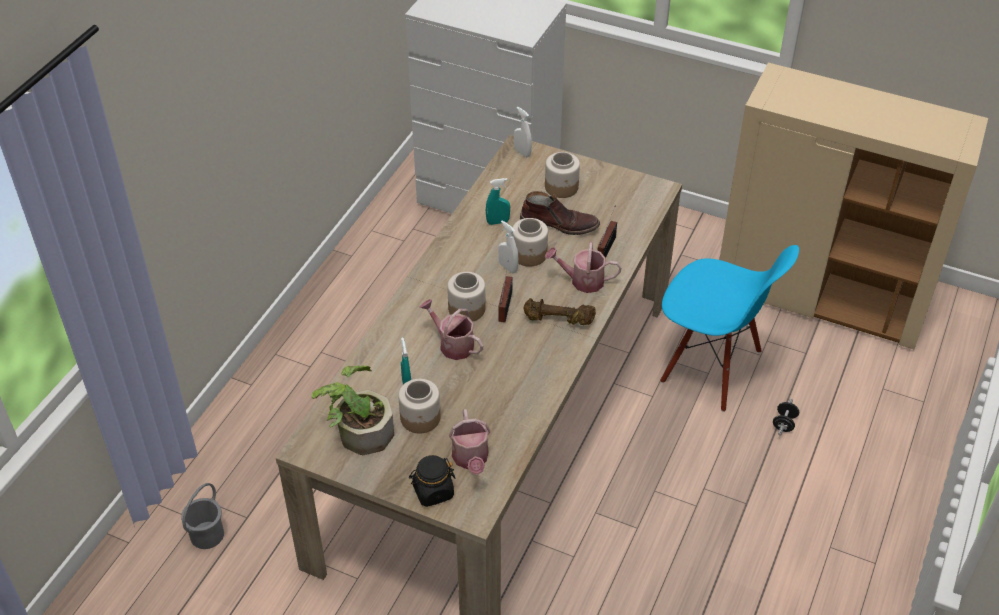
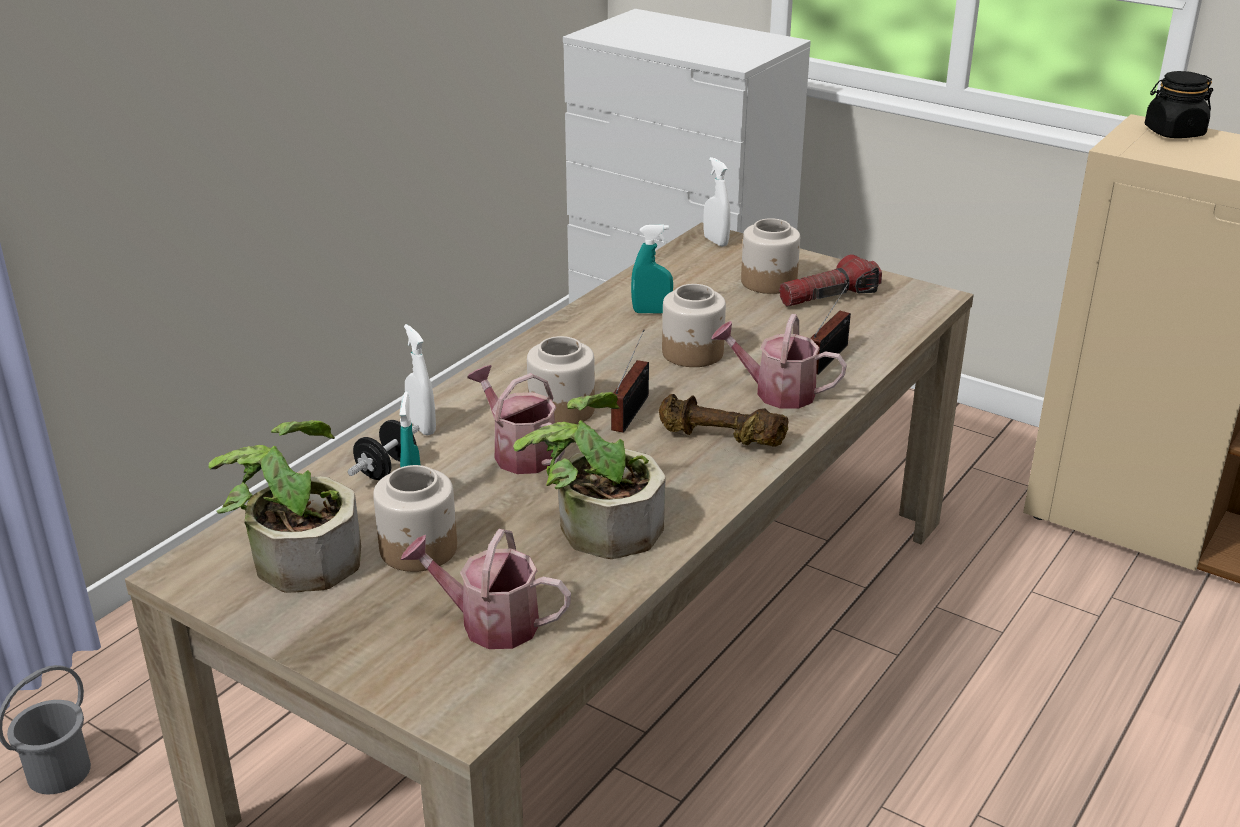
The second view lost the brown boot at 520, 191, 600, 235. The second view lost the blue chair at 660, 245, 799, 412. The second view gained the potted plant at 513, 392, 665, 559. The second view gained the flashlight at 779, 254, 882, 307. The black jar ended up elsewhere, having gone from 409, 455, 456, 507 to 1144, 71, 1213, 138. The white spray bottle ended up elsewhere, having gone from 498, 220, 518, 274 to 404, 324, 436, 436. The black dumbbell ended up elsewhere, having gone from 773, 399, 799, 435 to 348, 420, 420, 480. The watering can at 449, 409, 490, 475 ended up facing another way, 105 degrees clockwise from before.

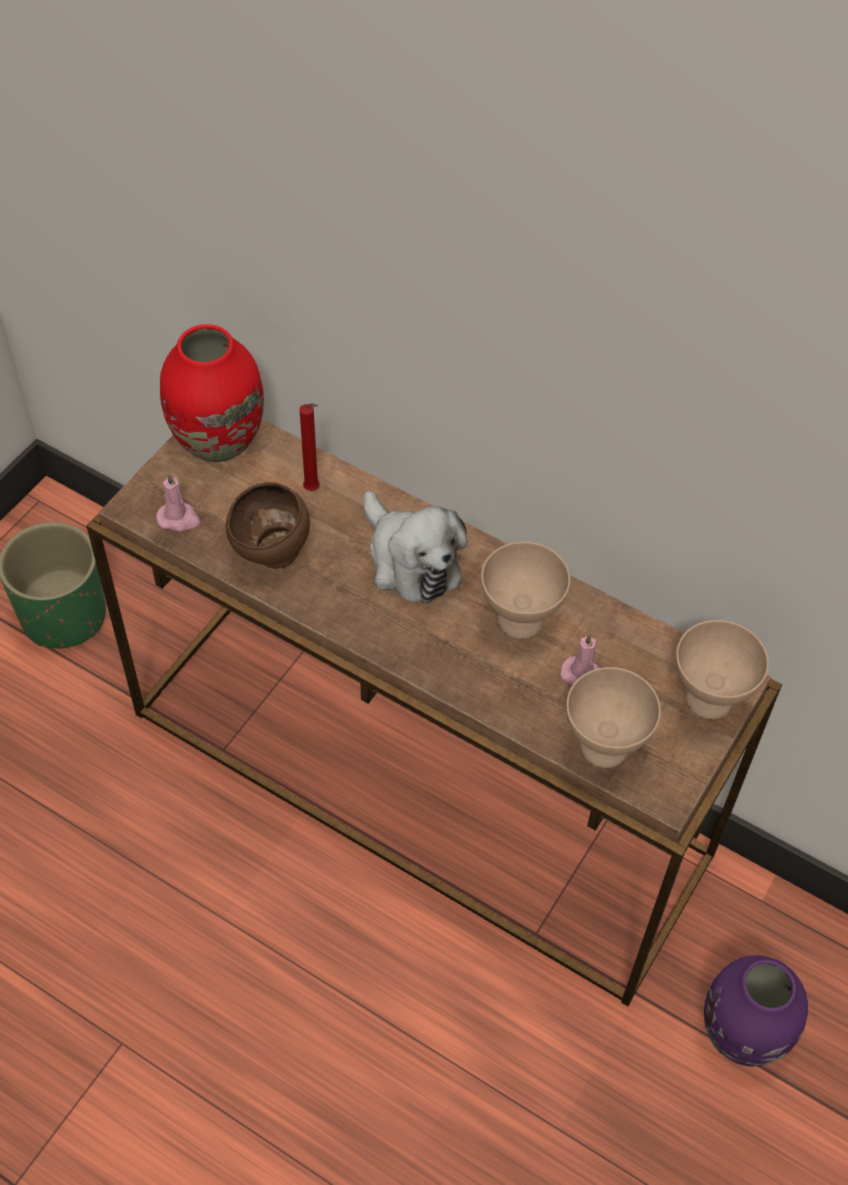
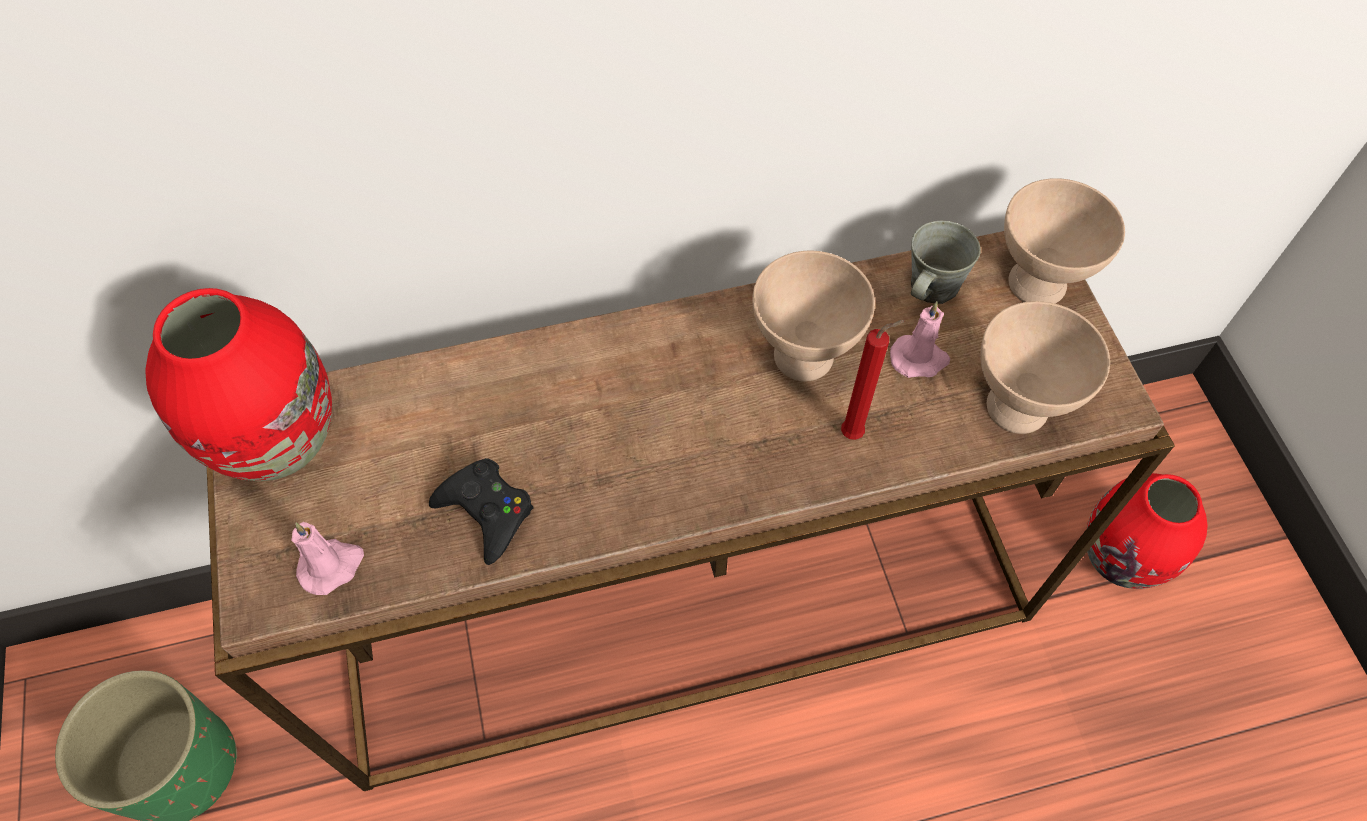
The second view lost the plush toy at 363, 491, 468, 604. The second view gained the grey mug at 911, 221, 981, 304. The red candle ended up elsewhere, having gone from 300, 403, 320, 491 to 841, 320, 905, 440. Where the brown bowl stood at 226, 482, 310, 569, the black game controller came to stand at 429, 458, 533, 565. What was the purple vase at 704, 955, 808, 1067 turned into the red vase at 1087, 473, 1208, 589.

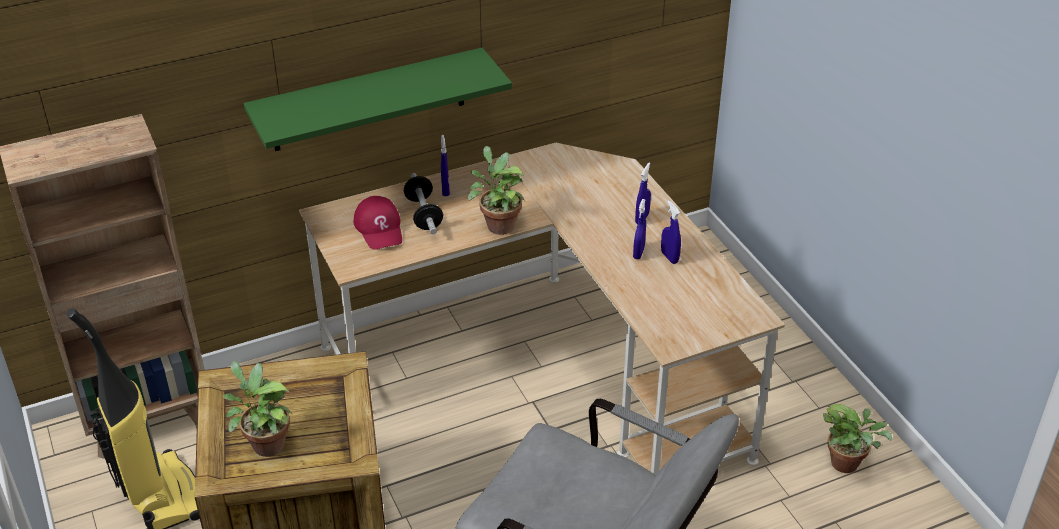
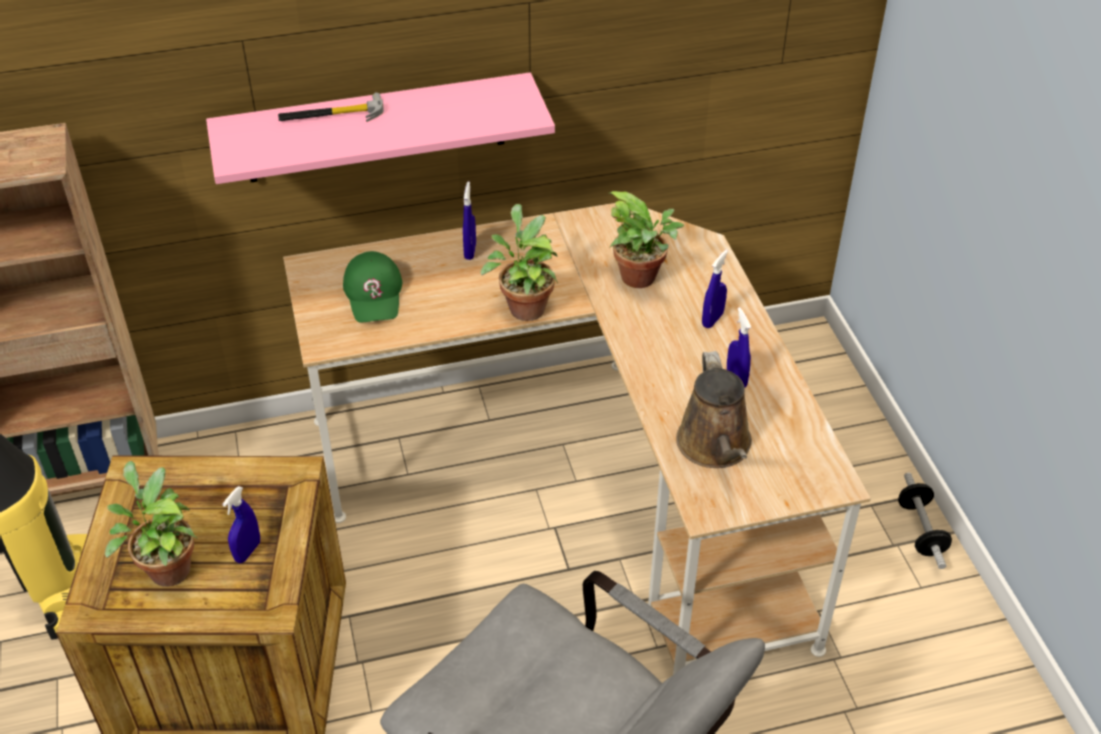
The second view gained the hammer at 278, 92, 384, 122. The second view gained the brown watering can at 676, 351, 752, 468. The dumbbell ended up elsewhere, having gone from 404, 173, 443, 234 to 898, 473, 952, 569. The blue spray bottle ended up elsewhere, having gone from 633, 199, 646, 259 to 222, 486, 260, 563. The potted plant ended up elsewhere, having gone from 823, 404, 892, 473 to 609, 191, 684, 288. What was the green shelf at 244, 48, 512, 151 turned into the pink shelf at 206, 72, 555, 184. What was the red cap at 354, 196, 402, 250 turned into the green cap at 343, 251, 402, 323.

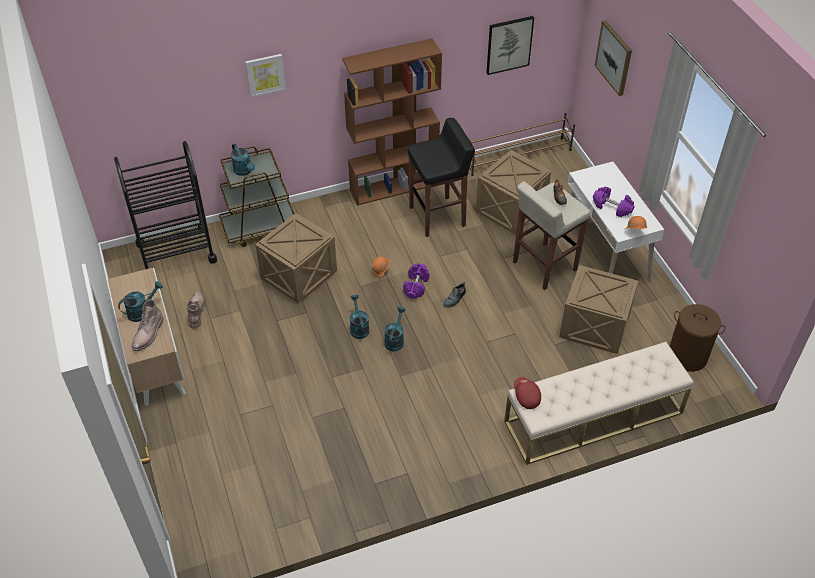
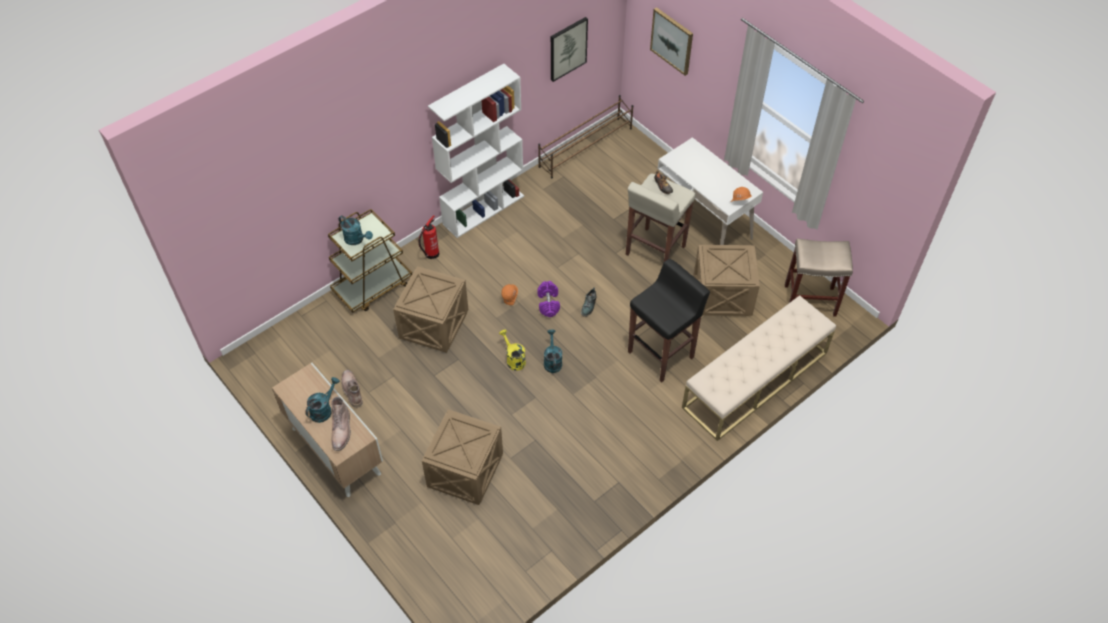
The second view lost the black cart at 114, 141, 217, 269. The second view lost the picture at 245, 54, 286, 98. The second view lost the red cap at 514, 377, 541, 409. The second view lost the purple dumbbell at 593, 187, 635, 217. The second view gained the fire extinguisher at 418, 215, 439, 259. The black stool ended up elsewhere, having gone from 408, 118, 475, 237 to 628, 259, 710, 382. The crate ended up elsewhere, having gone from 476, 150, 551, 234 to 422, 409, 503, 505. Where the brown laundry basket stood at 670, 304, 726, 372, the beige stool came to stand at 785, 238, 853, 317. What was the brown bookcase at 342, 38, 442, 206 turned into the white bookcase at 428, 64, 524, 238. What was the turquoise watering can at 350, 295, 369, 339 turned into the yellow watering can at 499, 329, 526, 371.

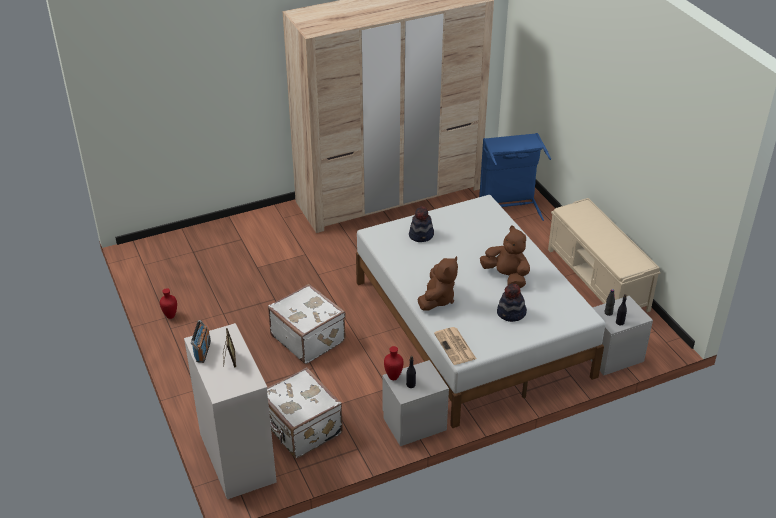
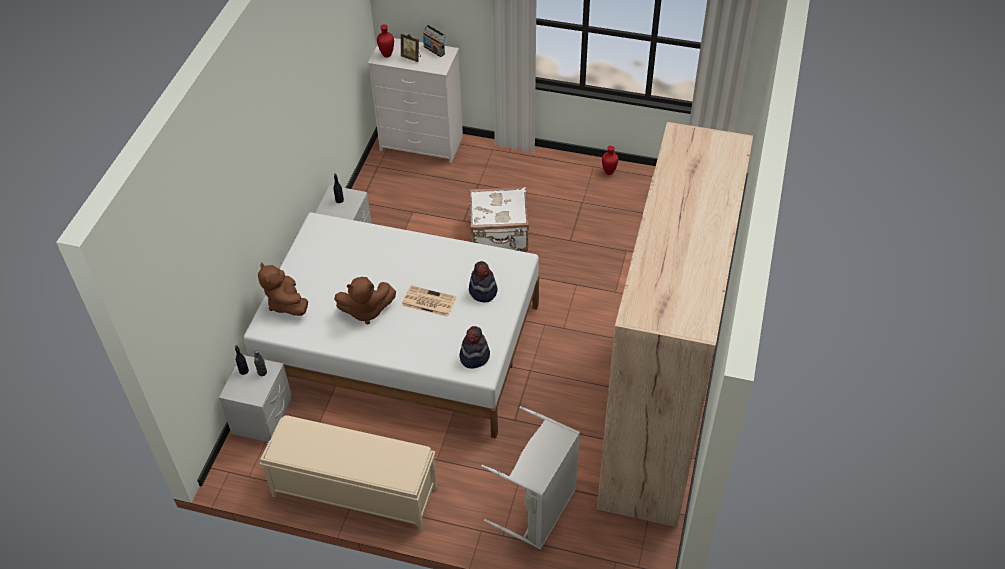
The second view lost the white suitcase at 267, 367, 343, 458. The red vase ended up elsewhere, having gone from 384, 346, 403, 380 to 377, 25, 394, 58. The brown plush toy ended up elsewhere, having gone from 418, 256, 458, 311 to 258, 262, 308, 316. The newspaper ended up elsewhere, having gone from 434, 327, 476, 365 to 402, 286, 457, 317. The hat ended up elsewhere, having gone from 497, 284, 527, 322 to 460, 326, 490, 369. What was the blue laundry basket at 479, 133, 551, 221 turned into the grey laundry basket at 481, 406, 580, 550.

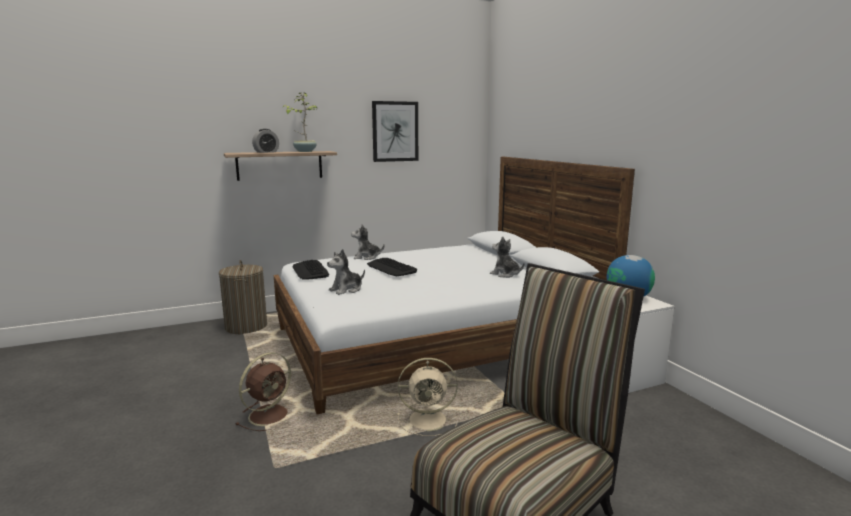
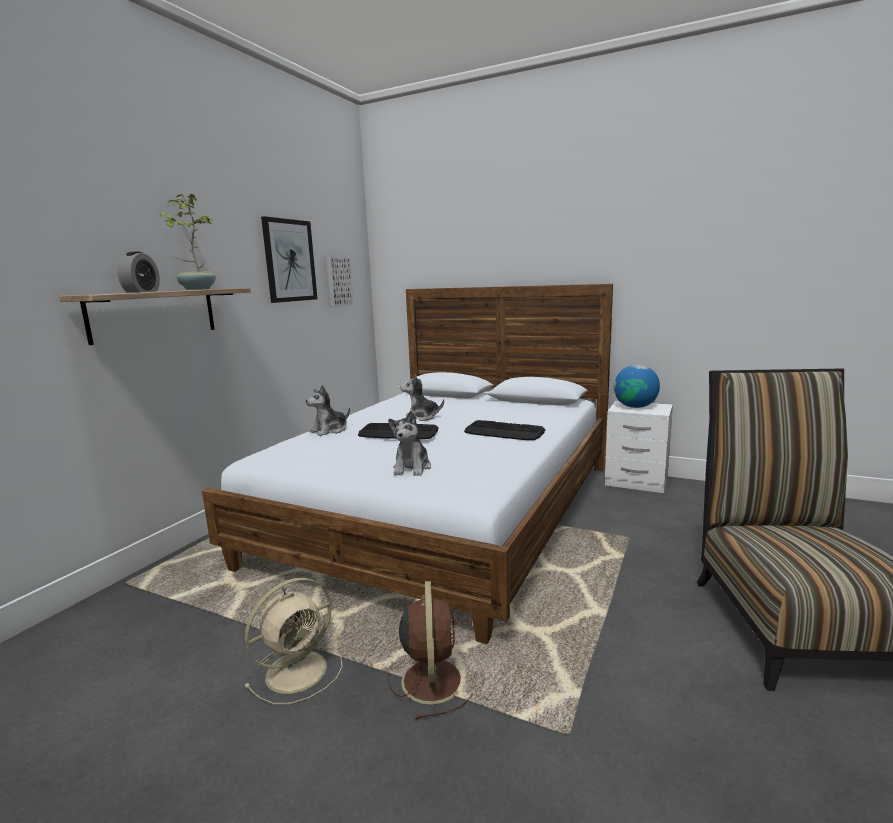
The second view lost the laundry basket at 219, 260, 267, 334. The second view gained the picture at 327, 257, 353, 307. The keyboard ended up elsewhere, having gone from 292, 260, 329, 280 to 464, 420, 545, 440. The beige fan ended up elsewhere, having gone from 397, 358, 458, 436 to 244, 578, 342, 705. The plush toy ended up elsewhere, having gone from 490, 236, 524, 278 to 400, 374, 444, 421.

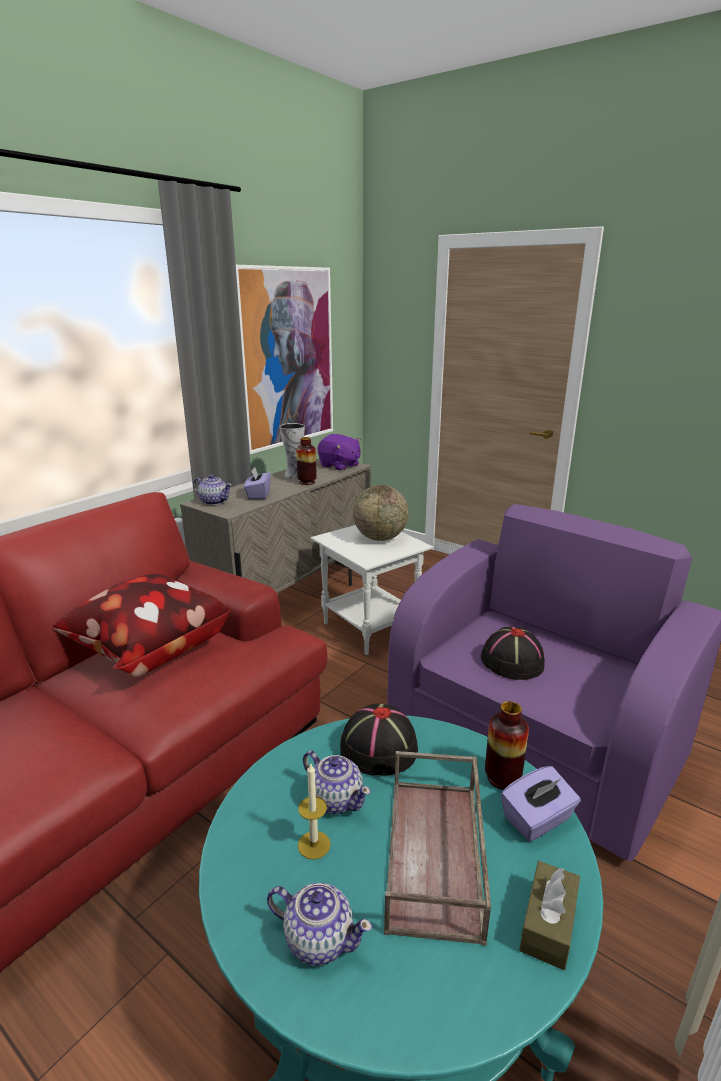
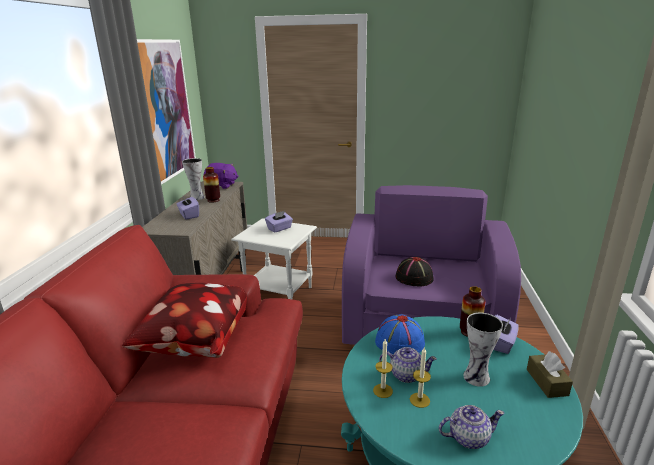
The second view lost the teapot at 193, 475, 232, 505. The second view gained the candle at 373, 339, 393, 398. Where the globe stood at 353, 485, 409, 541, the purple tissue box came to stand at 265, 211, 293, 232. Where the brown tray stood at 384, 751, 491, 946, the vase came to stand at 463, 313, 503, 387. What was the black hat at 340, 704, 418, 776 turned into the blue hat at 375, 314, 425, 355.

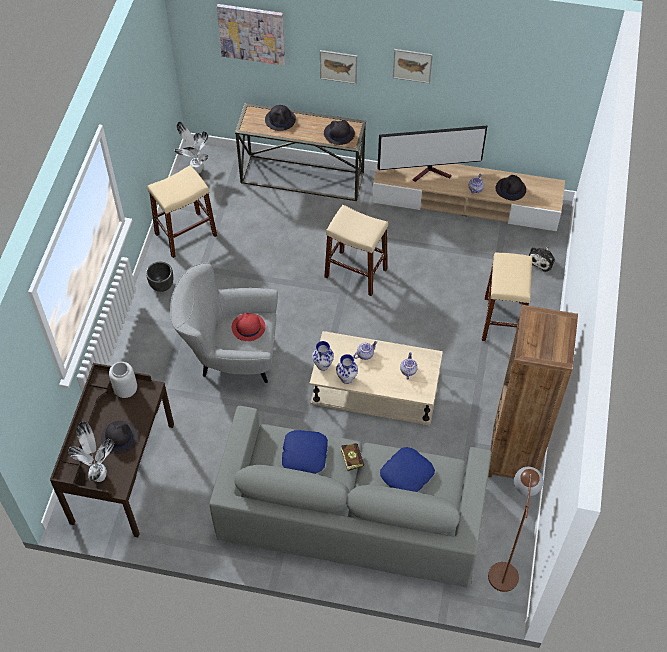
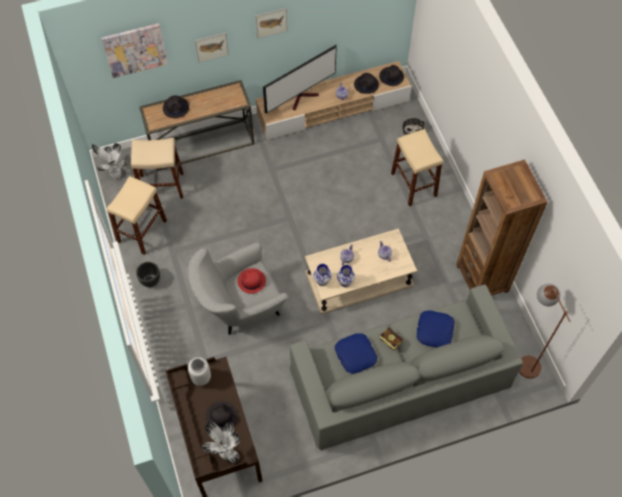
The black hat ended up elsewhere, having gone from 324, 120, 355, 145 to 379, 65, 404, 86. The beige stool ended up elsewhere, having gone from 324, 205, 388, 296 to 131, 138, 183, 199.

